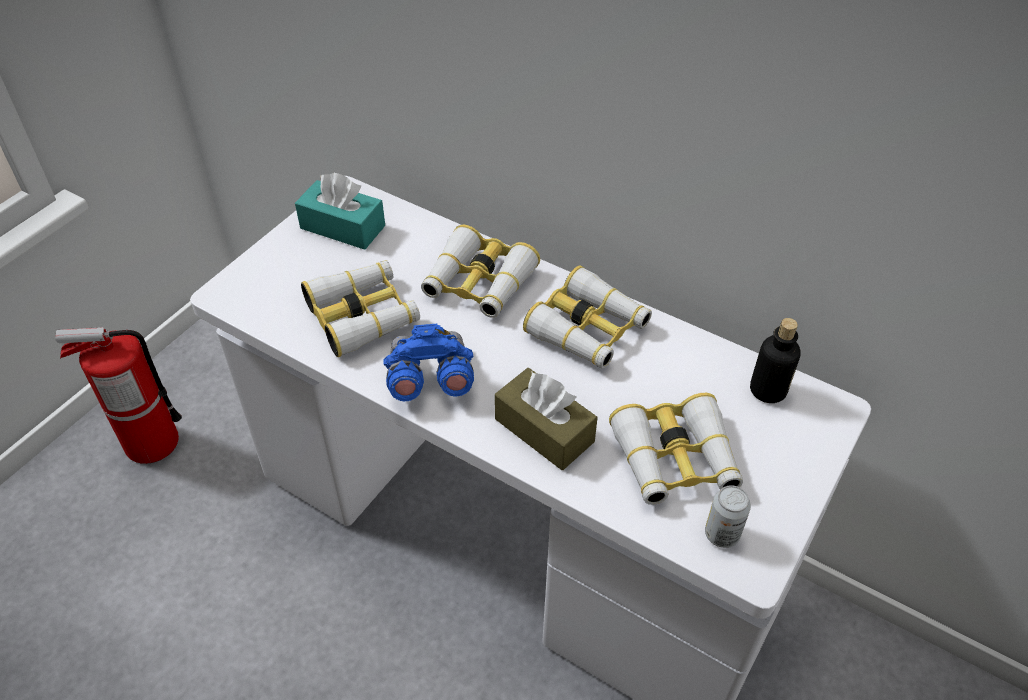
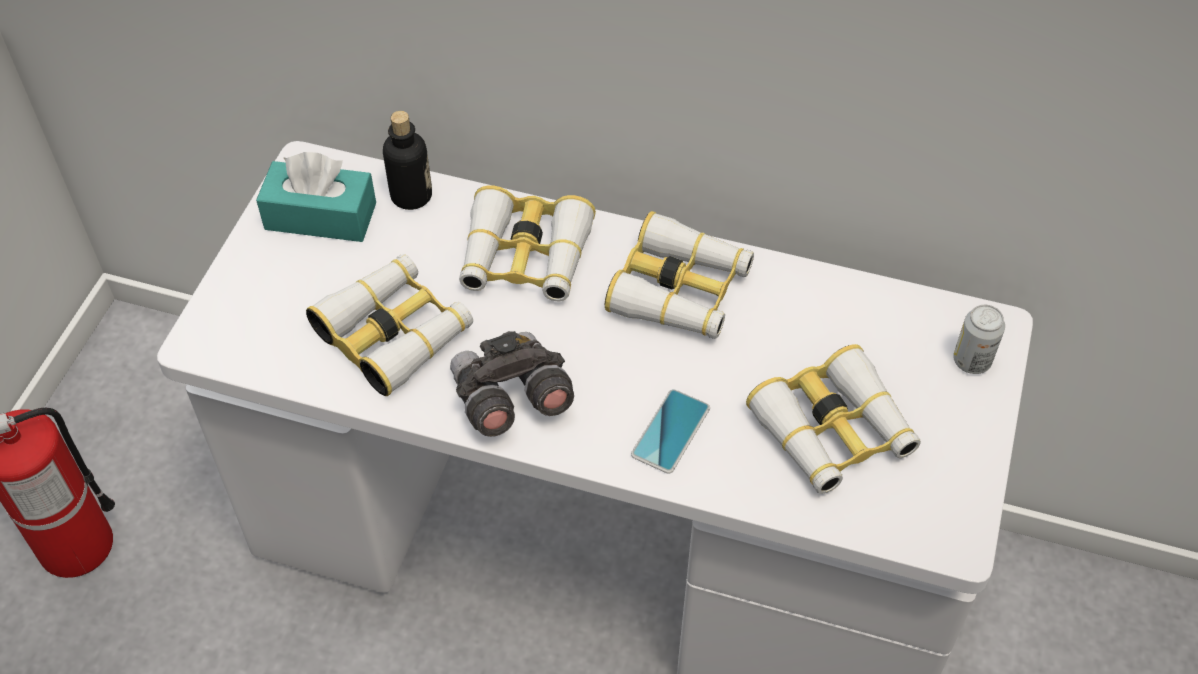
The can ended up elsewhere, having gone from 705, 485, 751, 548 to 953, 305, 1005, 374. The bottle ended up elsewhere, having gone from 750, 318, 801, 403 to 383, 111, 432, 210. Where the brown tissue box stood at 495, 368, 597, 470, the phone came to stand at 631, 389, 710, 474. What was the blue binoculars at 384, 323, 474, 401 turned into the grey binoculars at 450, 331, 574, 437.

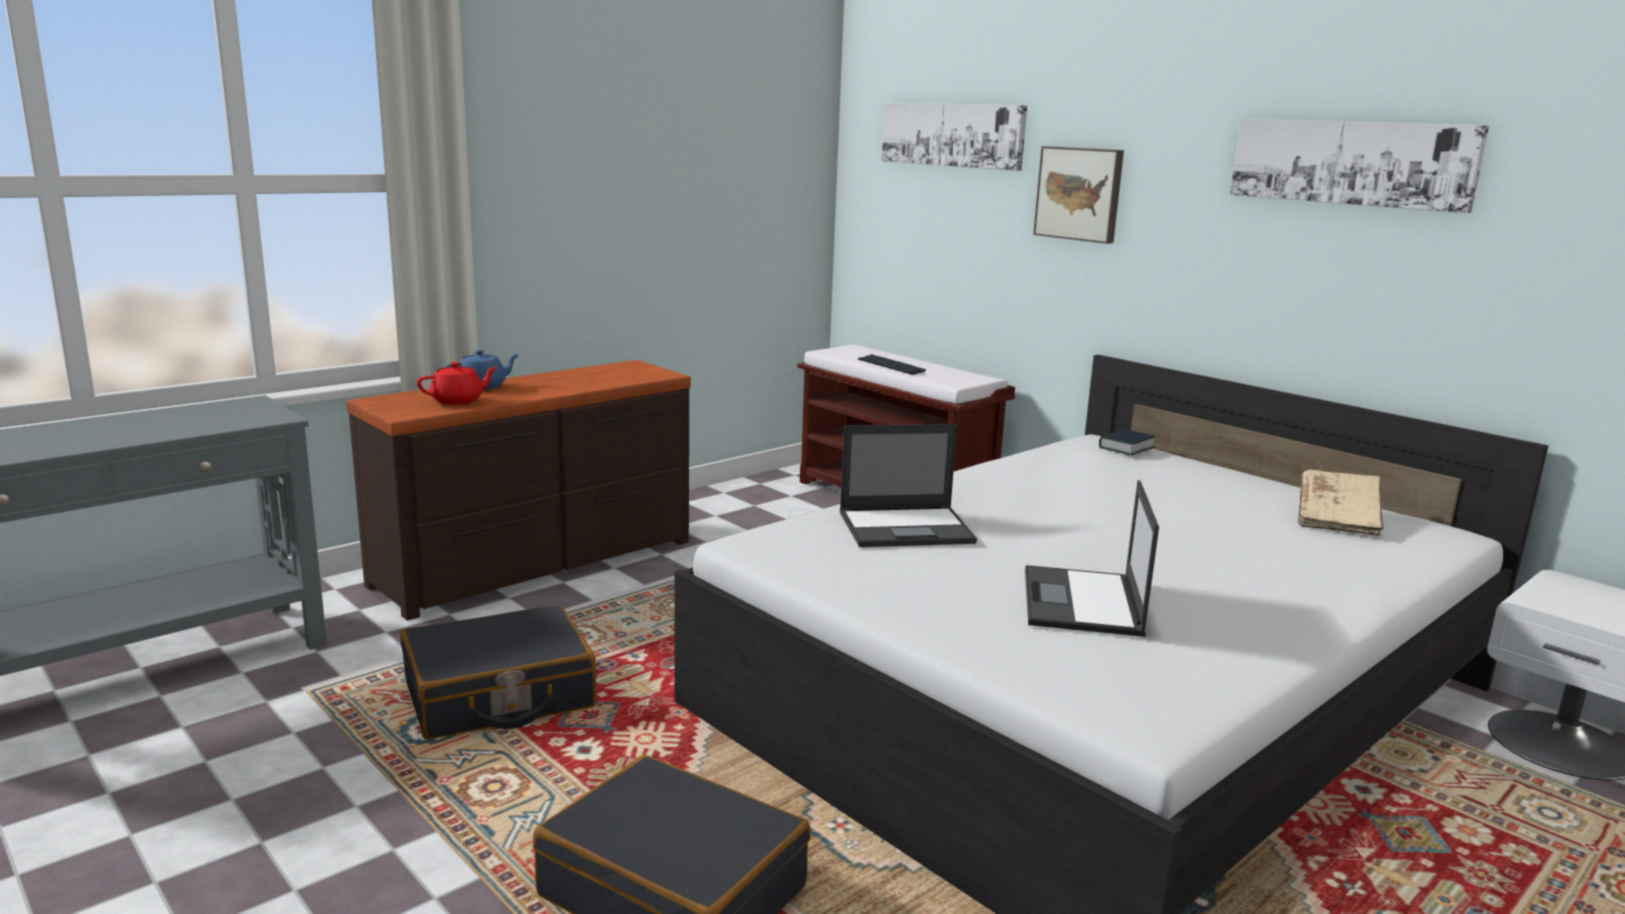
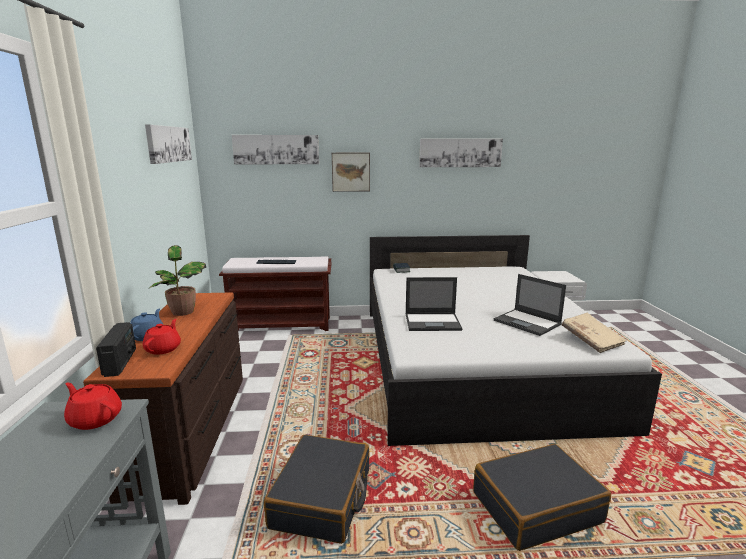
The second view gained the red teapot at 64, 383, 122, 430. The second view gained the radio at 96, 322, 136, 377. The second view gained the picture at 145, 125, 192, 164. The second view gained the potted plant at 150, 245, 206, 316. The beige book ended up elsewhere, having gone from 1298, 469, 1384, 536 to 562, 313, 627, 353. The laptop at 840, 424, 977, 547 ended up facing another way, 60 degrees clockwise from before.

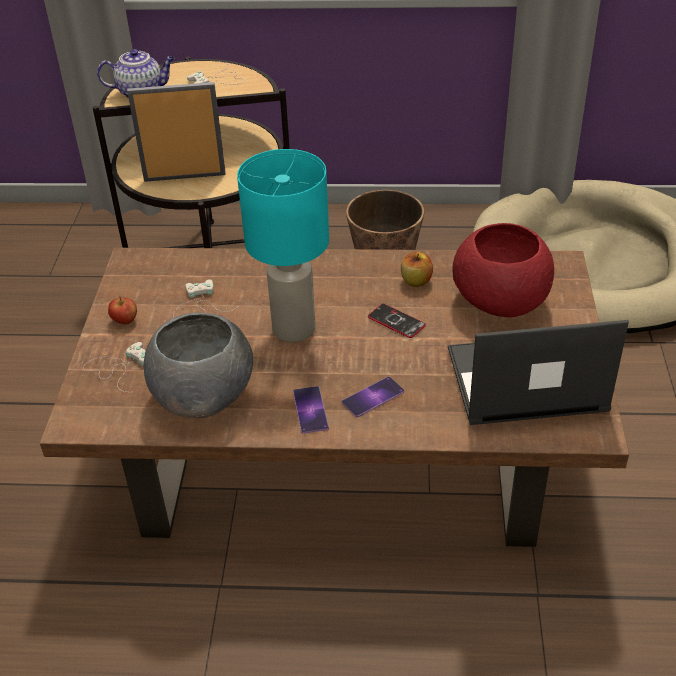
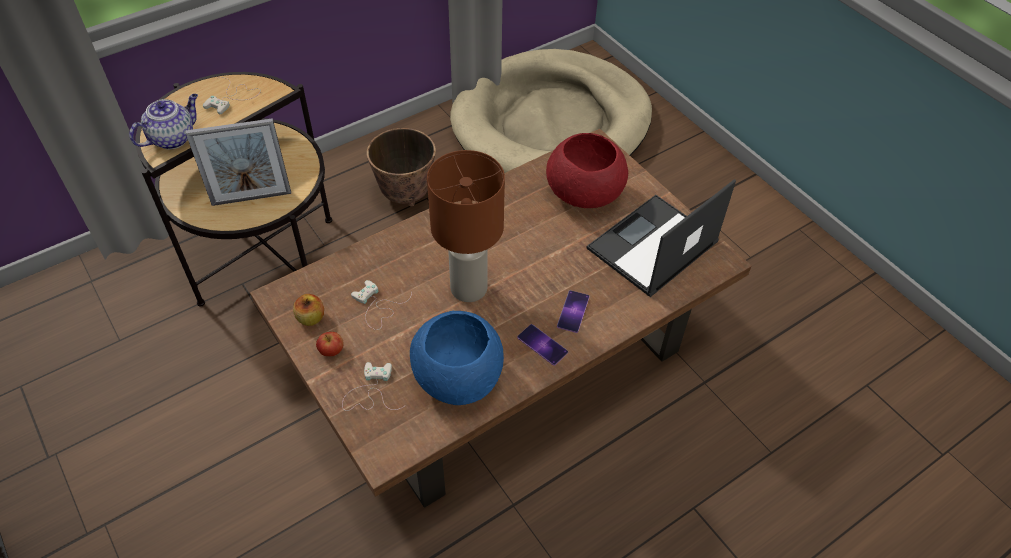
The second view lost the phone at 368, 304, 426, 338. The apple ended up elsewhere, having gone from 401, 252, 433, 287 to 293, 294, 324, 326. What was the grey bowl at 144, 312, 253, 418 turned into the blue bowl at 410, 311, 504, 405. What was the turquoise table lamp at 237, 149, 329, 342 turned into the brown table lamp at 427, 150, 505, 302. The picture frame at 127, 82, 226, 182 ended up facing another way, 150 degrees counterclockwise from before.

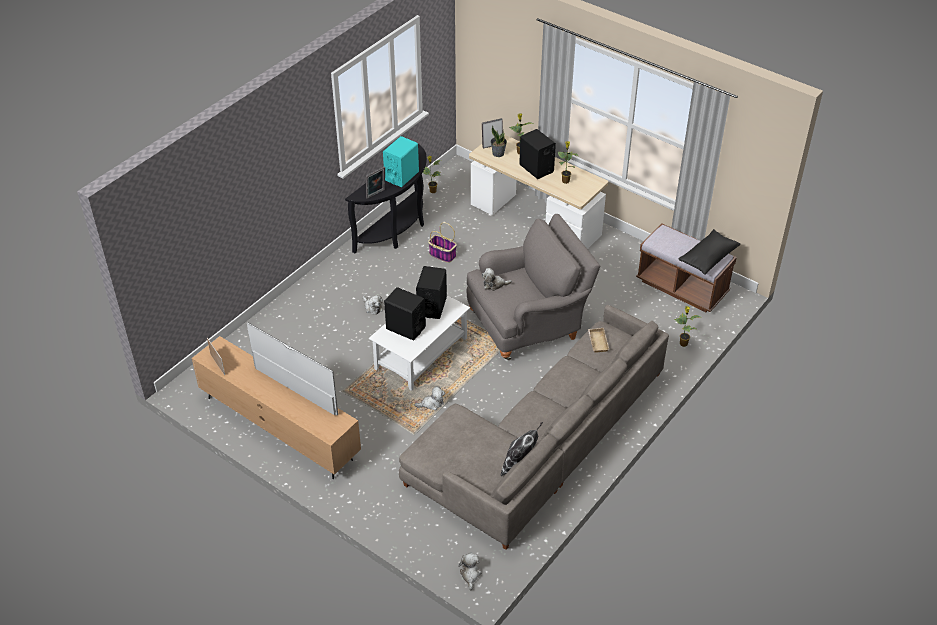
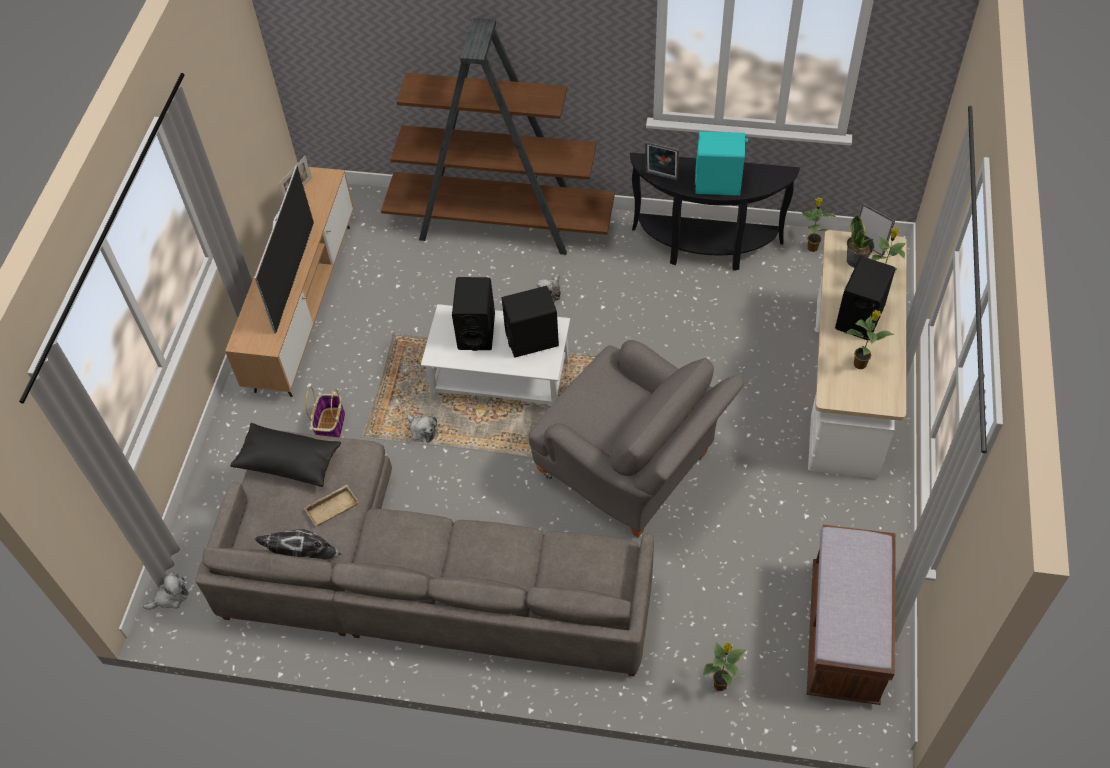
The second view lost the plush toy at 482, 268, 512, 291. The second view gained the brown bookcase at 381, 18, 615, 255. The basket ended up elsewhere, having gone from 428, 222, 457, 263 to 305, 387, 345, 437. The beige tray ended up elsewhere, having gone from 588, 328, 610, 352 to 304, 485, 358, 526. The black pillow ended up elsewhere, having gone from 678, 229, 740, 275 to 230, 423, 341, 487.

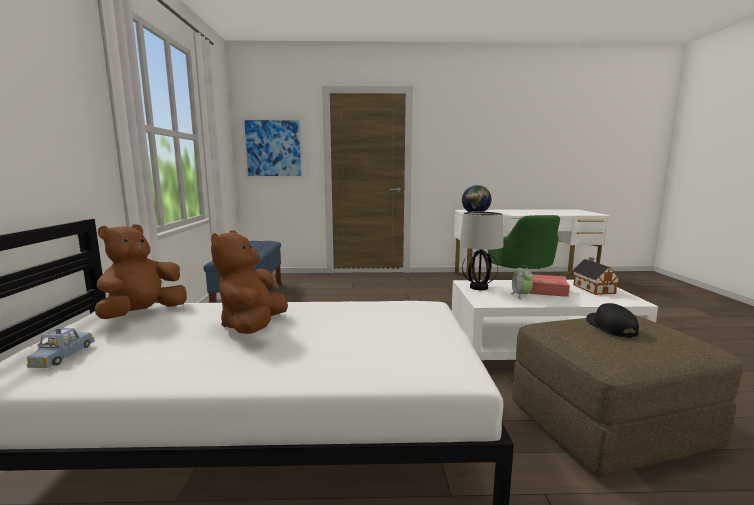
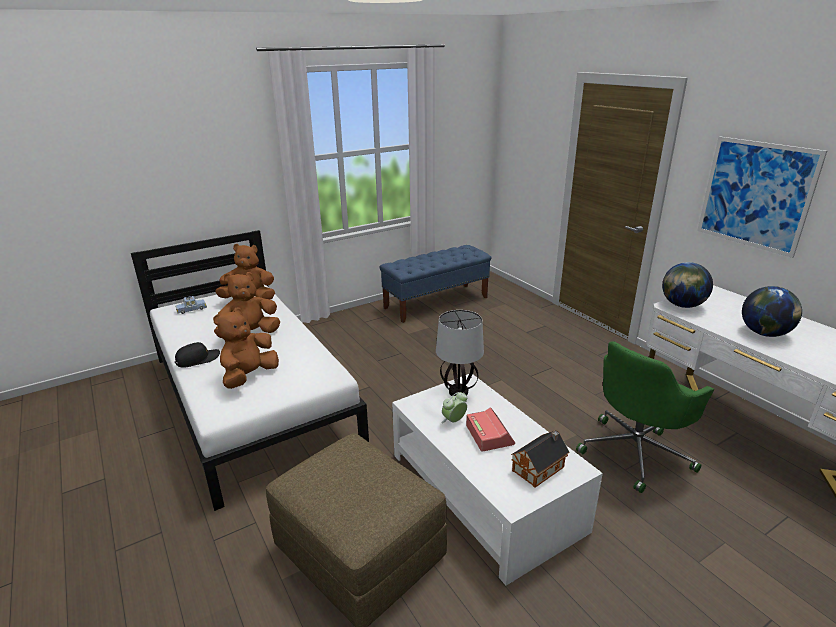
The second view gained the brown plush toy at 213, 308, 279, 389. The second view gained the globe at 742, 286, 802, 337. The picture ended up elsewhere, having gone from 242, 118, 304, 178 to 697, 136, 827, 258. The black cap ended up elsewhere, having gone from 586, 303, 639, 338 to 175, 342, 220, 368.

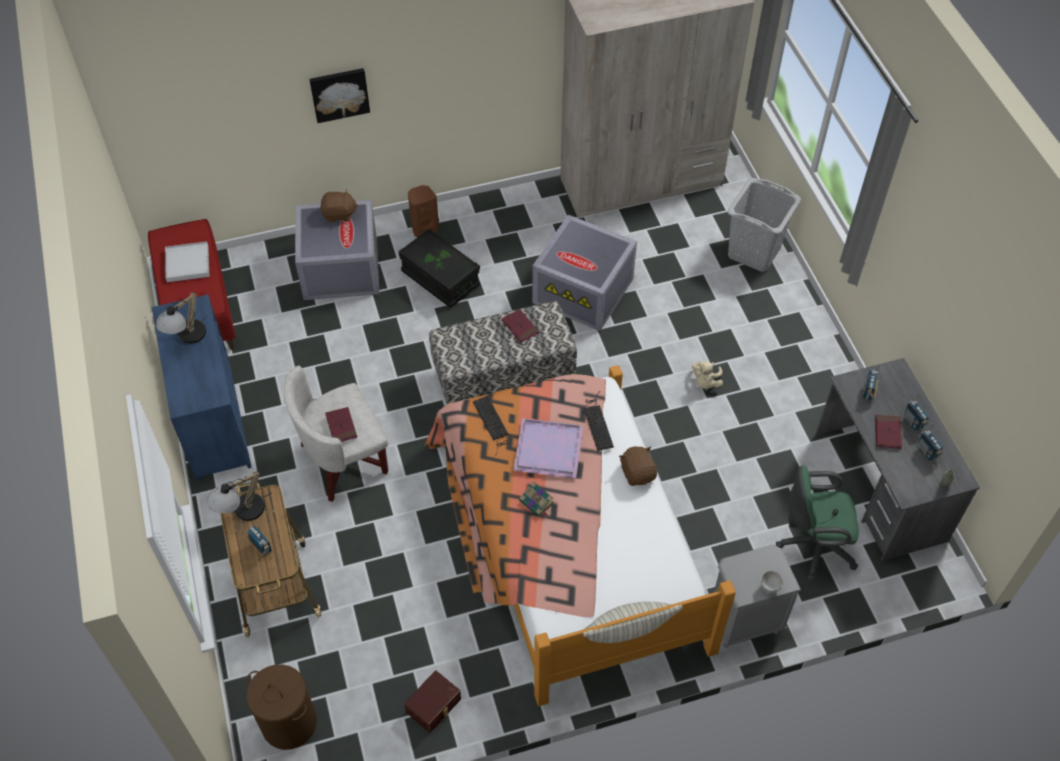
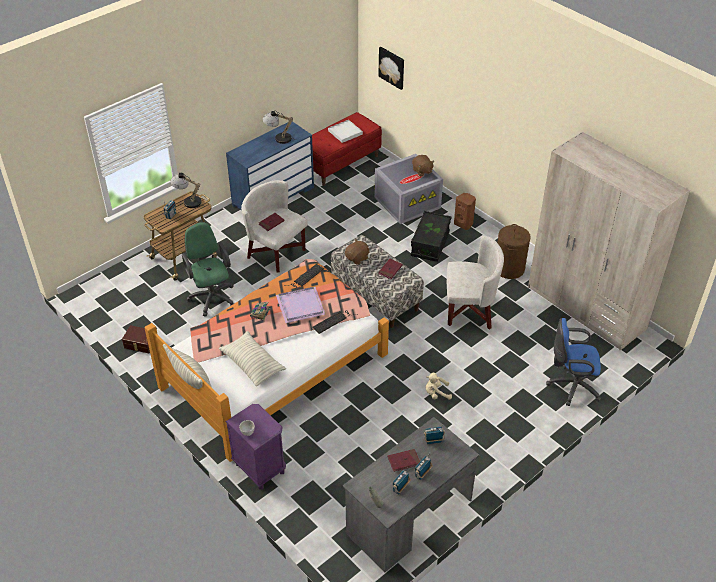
The second view gained the pillow at 219, 331, 286, 386. The brown laundry basket ended up elsewhere, having gone from 246, 664, 317, 750 to 497, 224, 531, 279. The picture ended up elsewhere, having gone from 309, 68, 370, 123 to 378, 47, 404, 90. The brown plush toy ended up elsewhere, having gone from 619, 446, 657, 486 to 345, 239, 370, 265. The green office chair ended up elsewhere, having gone from 776, 465, 859, 581 to 182, 222, 234, 317. Where the grey storage box stood at 532, 215, 637, 331, the white armchair came to stand at 447, 236, 504, 330. Where the grey laundry basket stood at 728, 178, 801, 272, the blue office chair came to stand at 546, 318, 601, 406. What was the grey nightstand at 714, 545, 801, 648 turned into the purple nightstand at 226, 404, 286, 489.

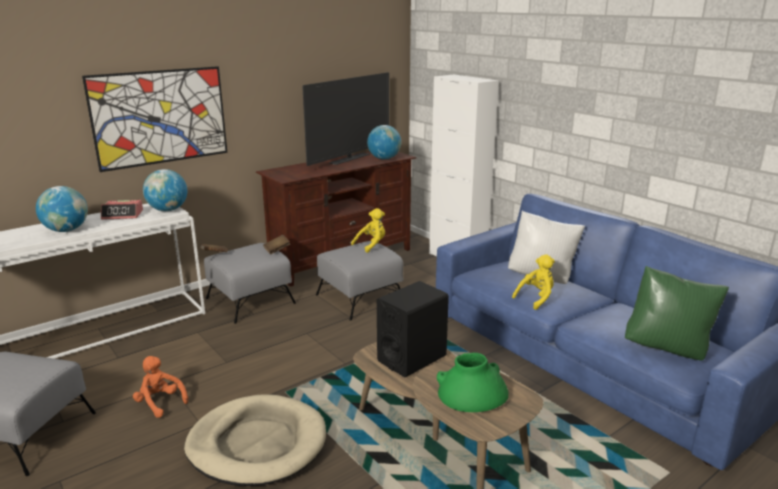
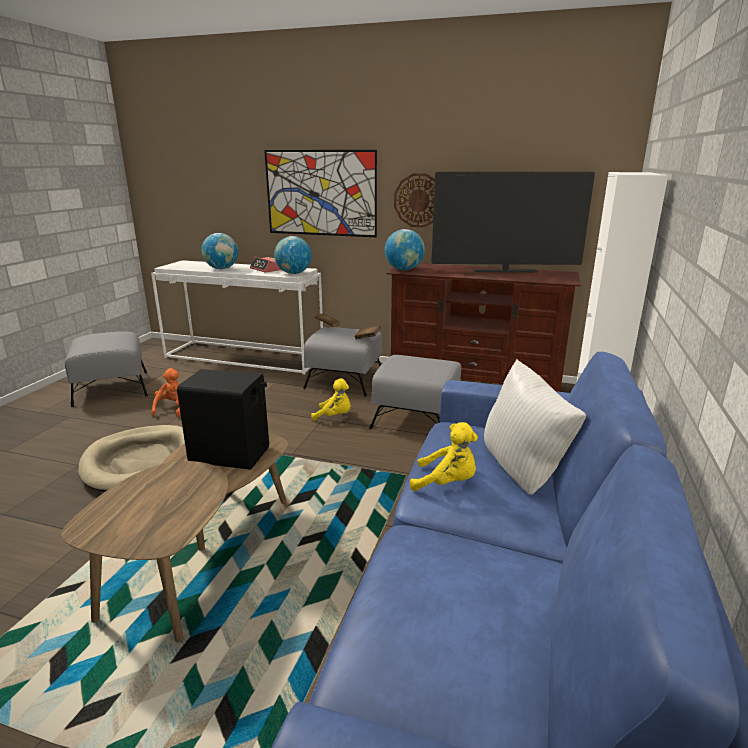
The second view lost the green vase at 437, 353, 509, 412. The second view lost the green pillow at 625, 266, 729, 361. The second view gained the wall clock at 394, 173, 435, 227. The yellow plush toy ended up elsewhere, having gone from 351, 208, 385, 253 to 311, 378, 351, 421. The globe ended up elsewhere, having gone from 367, 125, 401, 159 to 385, 229, 425, 270.

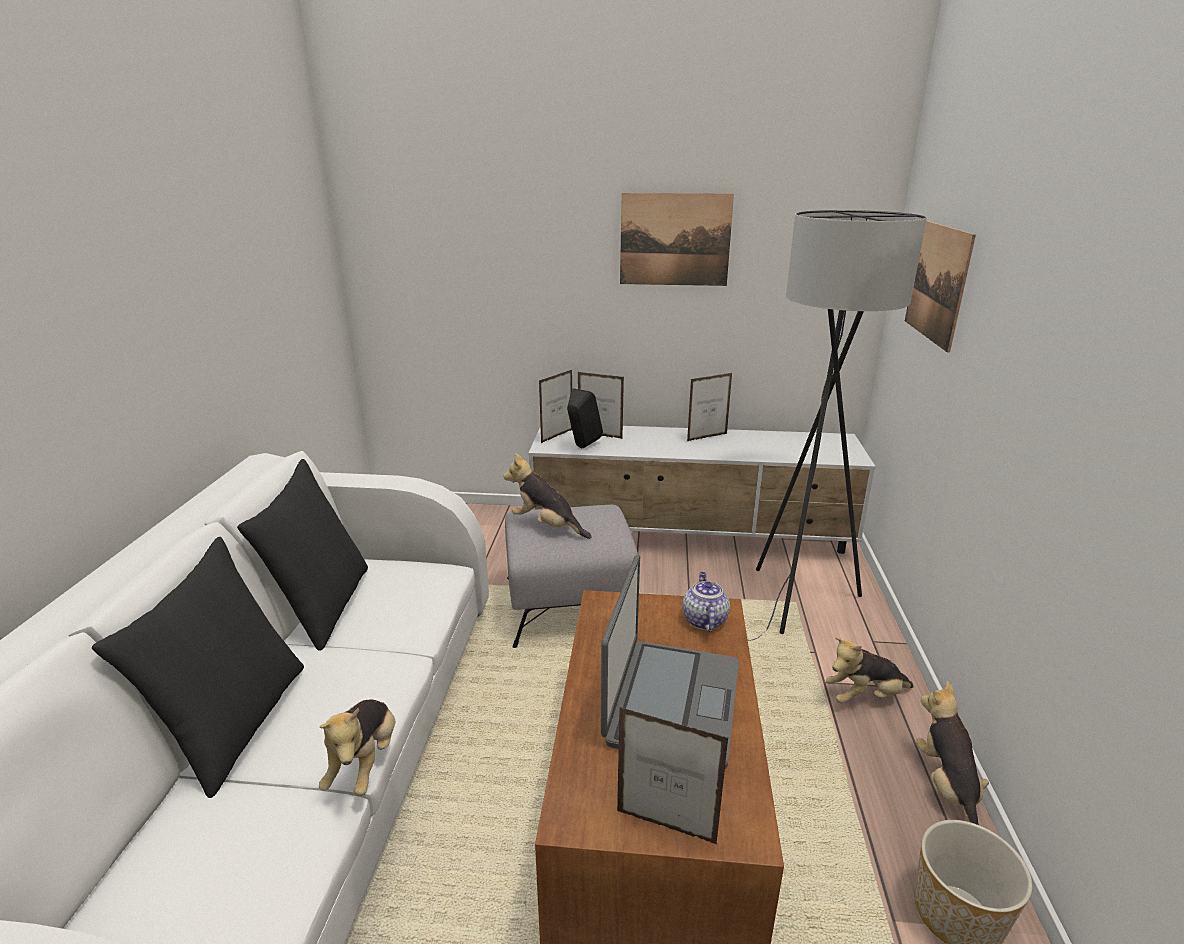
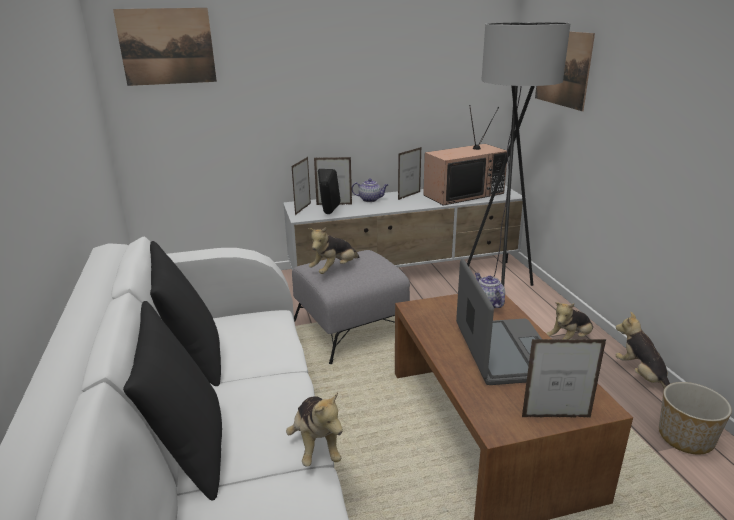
The second view gained the teapot at 352, 179, 388, 202. The second view gained the television at 423, 105, 507, 206. The picture ended up elsewhere, having gone from 620, 193, 734, 286 to 113, 8, 217, 86. The plush toy at 503, 453, 592, 539 ended up facing another way, 60 degrees counterclockwise from before.

